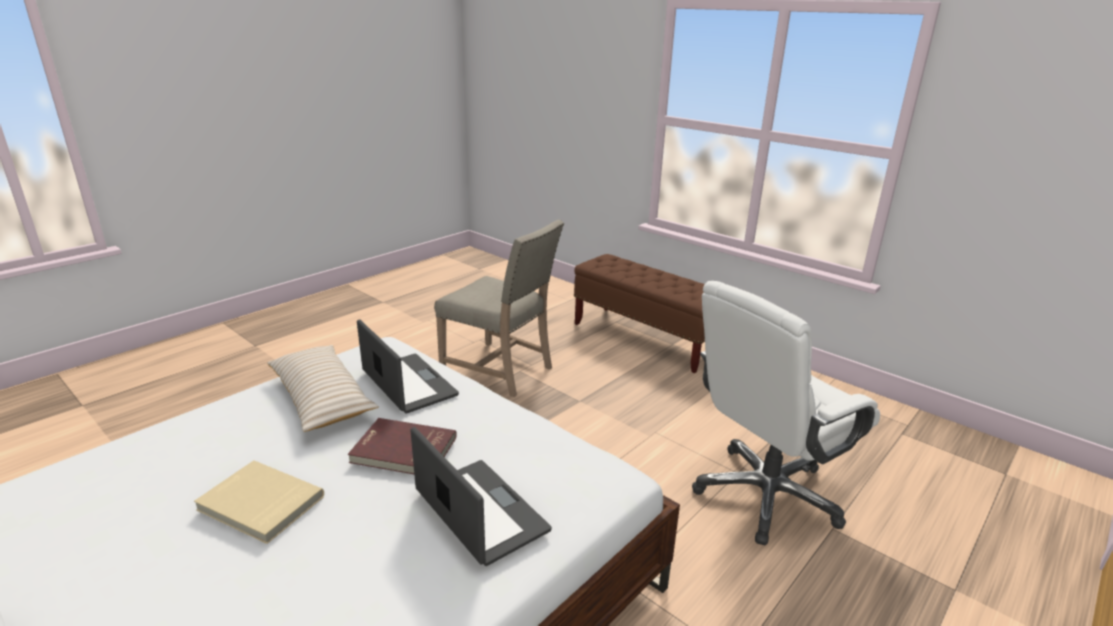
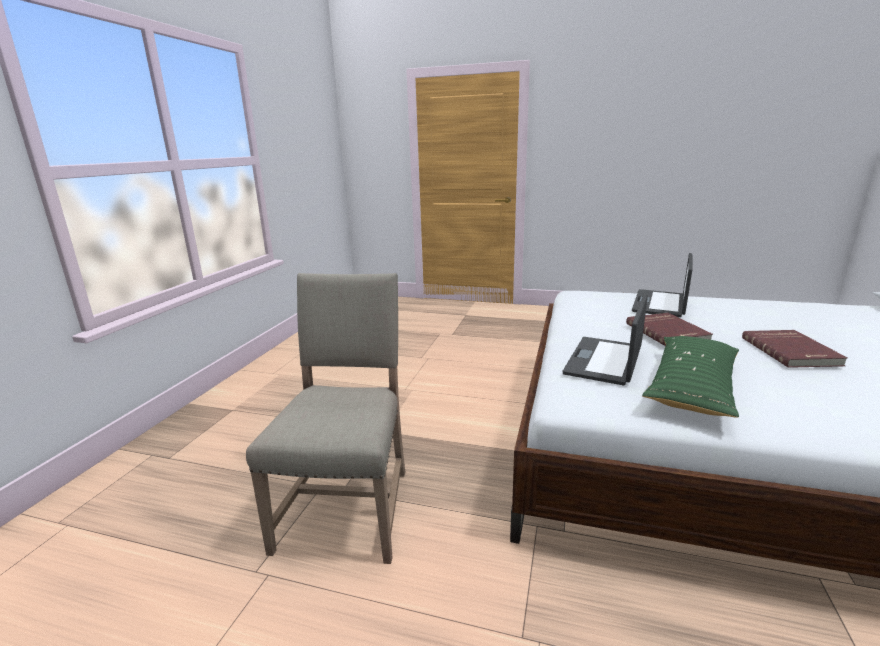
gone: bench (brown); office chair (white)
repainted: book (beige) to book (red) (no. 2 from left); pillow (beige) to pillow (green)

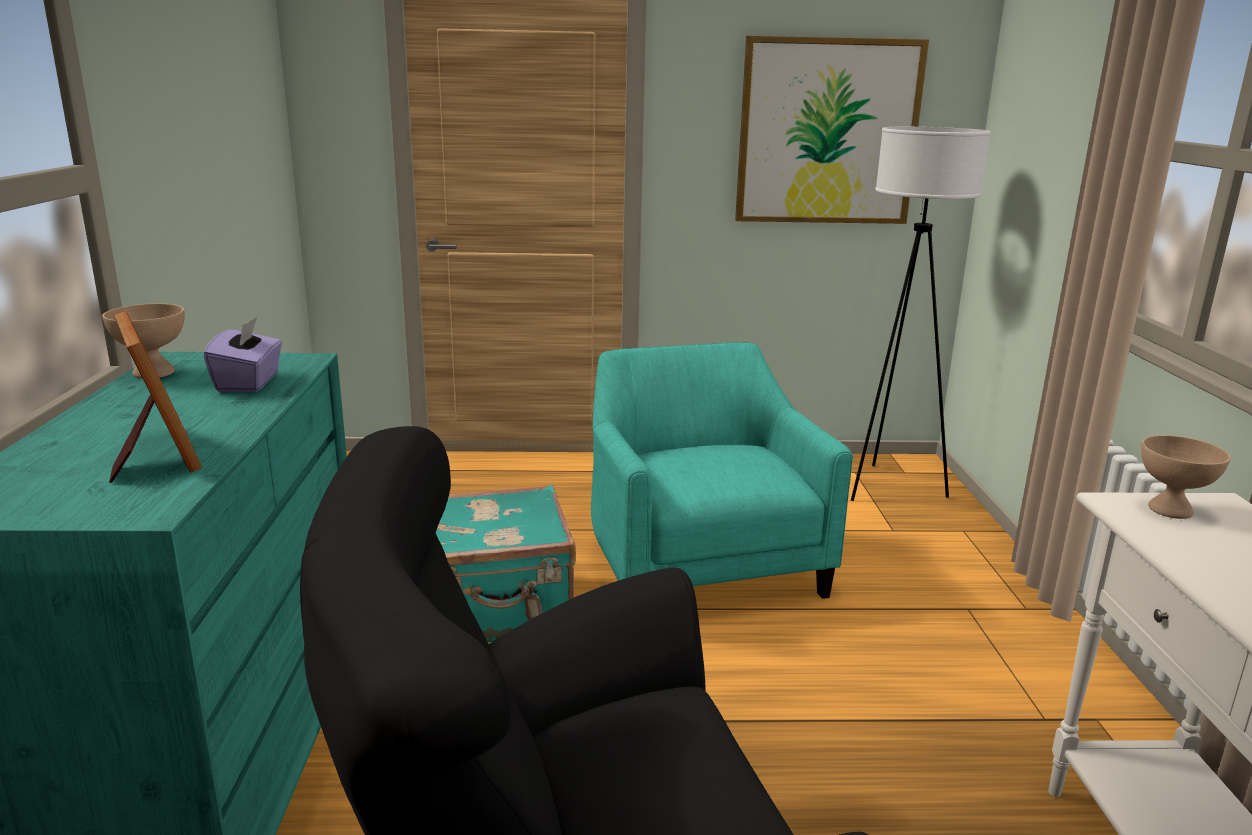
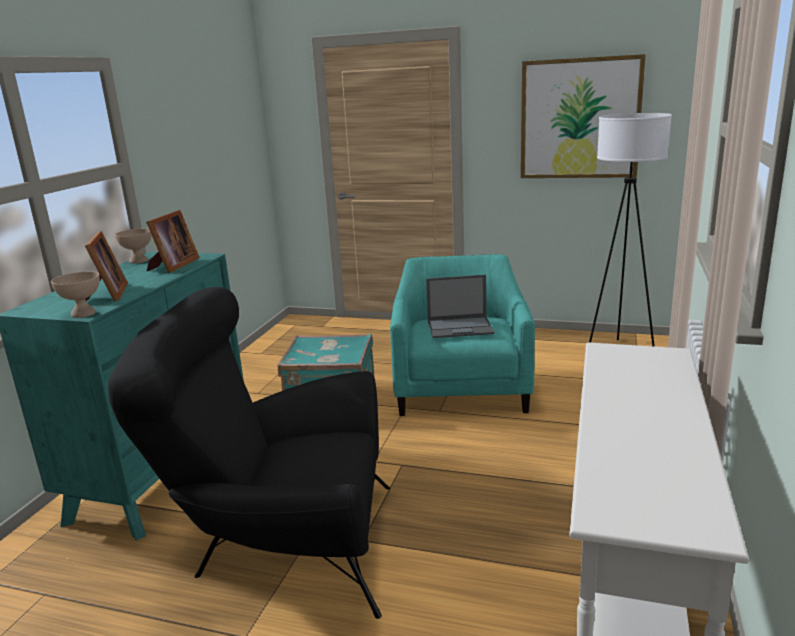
new: laptop
shifted: bowl (beige) (no. 2 from left in the first image) to bowl (beige) (no. 1 from left)
swapped: tissue box (purple) to picture frame (no. 2 from left)

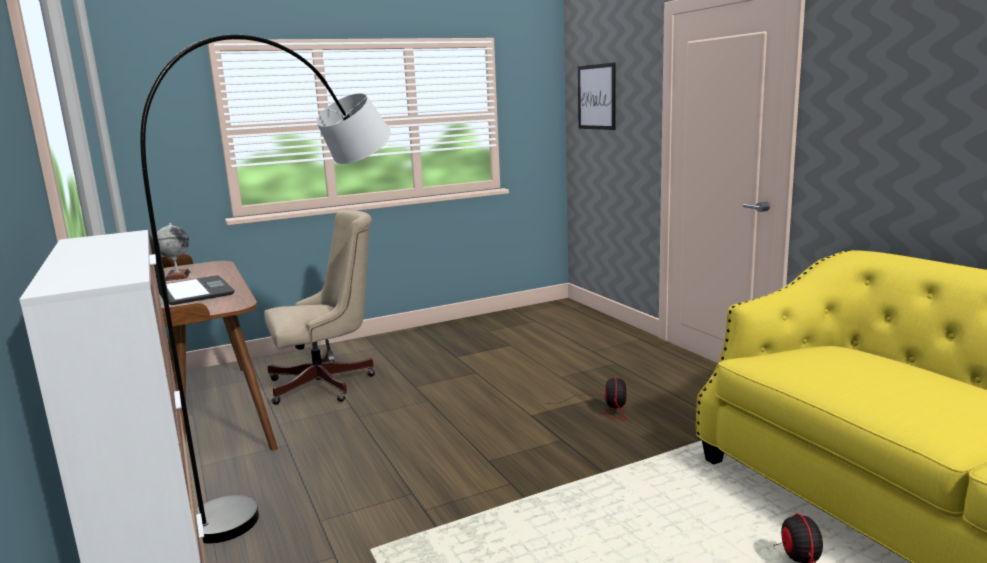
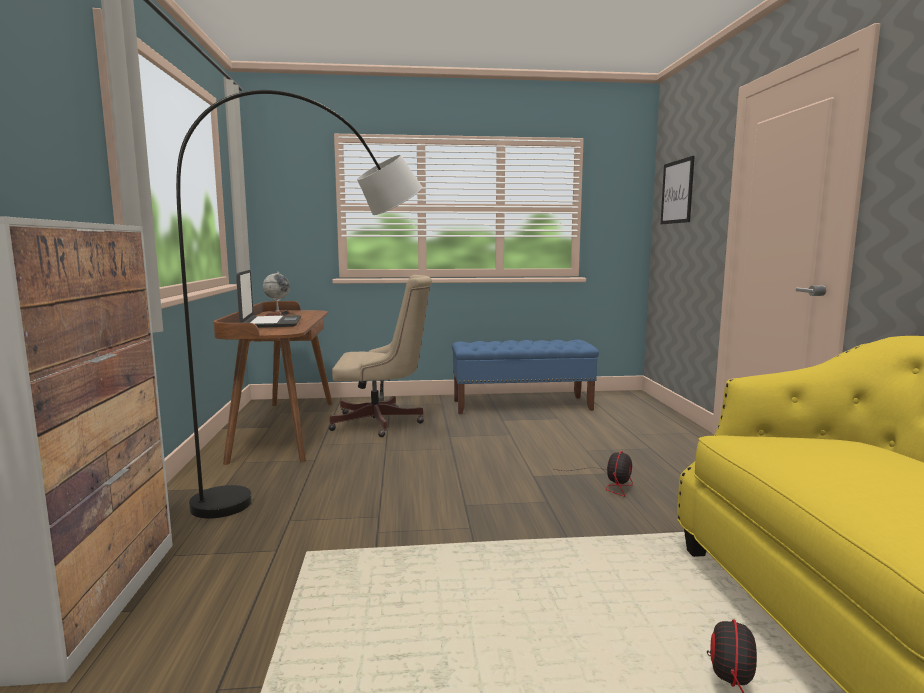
new: bench (blue)

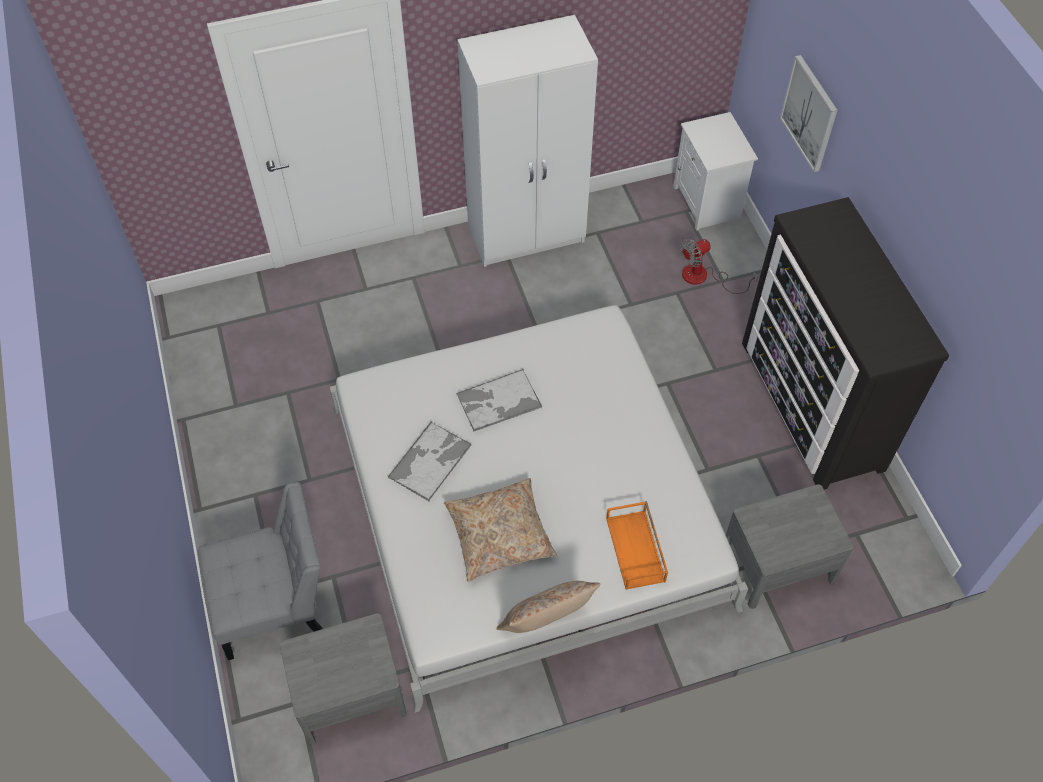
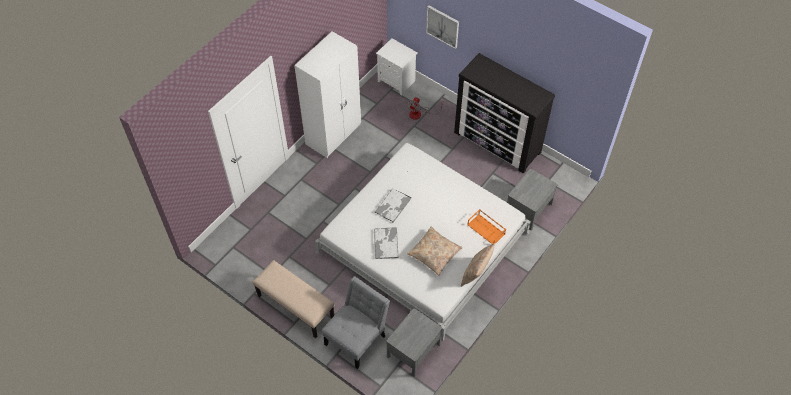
new: bench (beige)

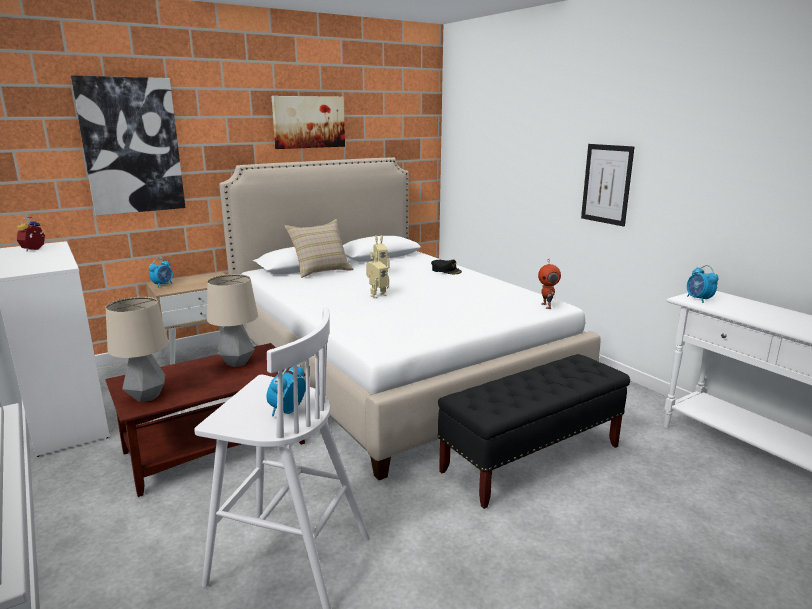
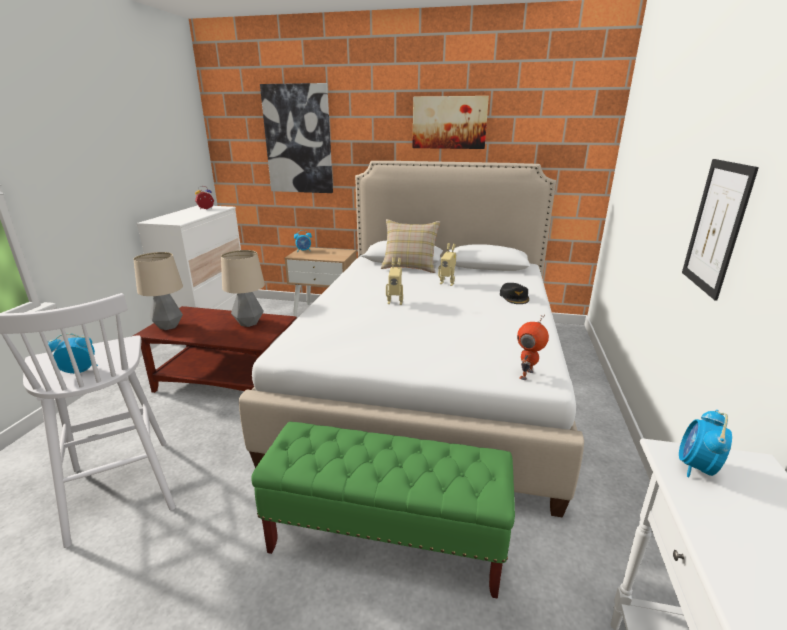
repainted: bench (black) to bench (green)

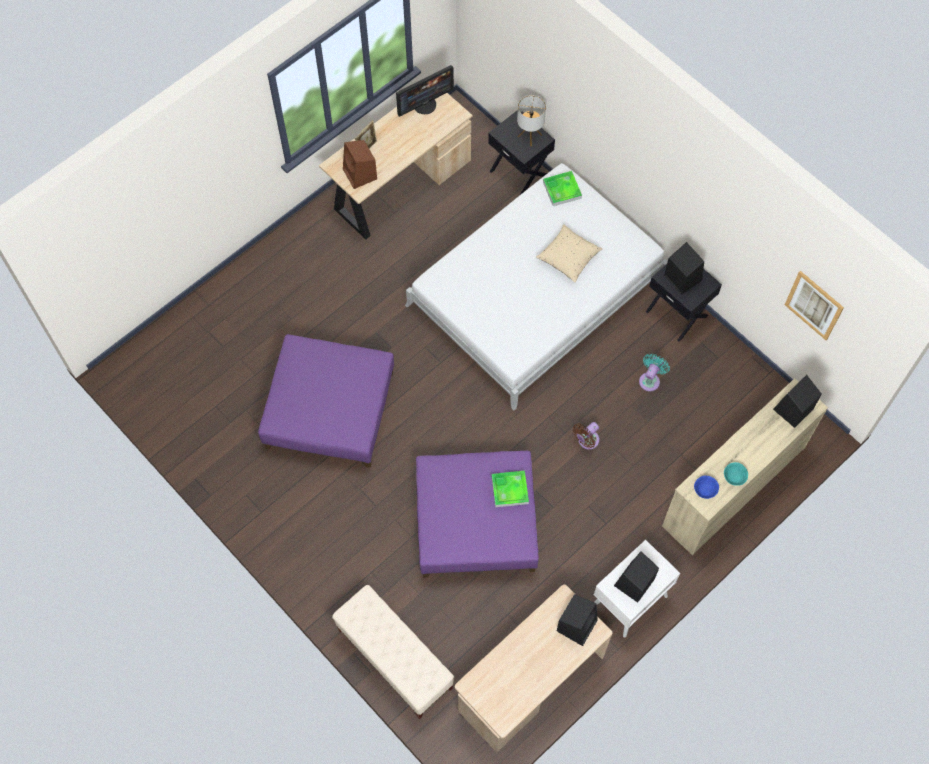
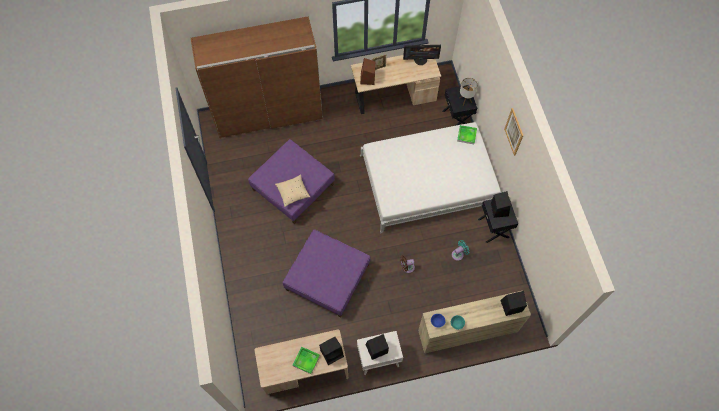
gone: bench (beige)
new: wardrobe (brown)
shifted: tray (no. 1 from left); pillow (beige); picture

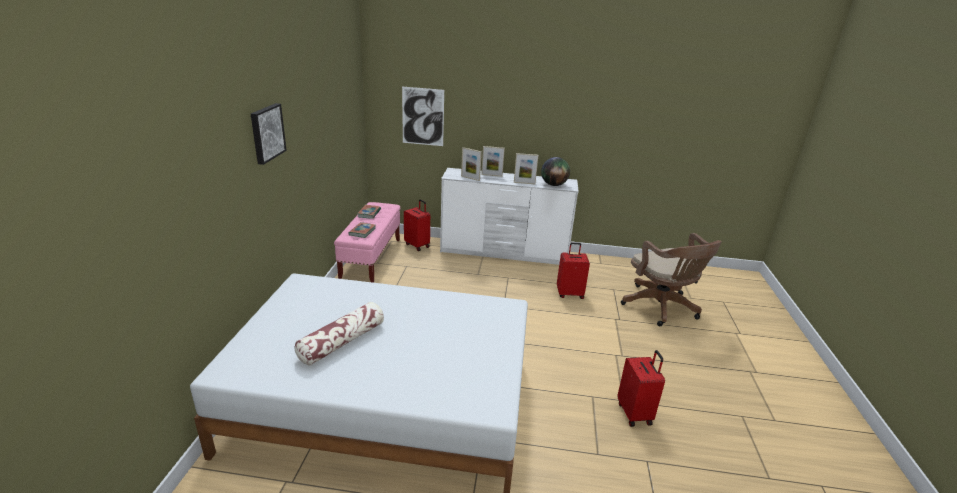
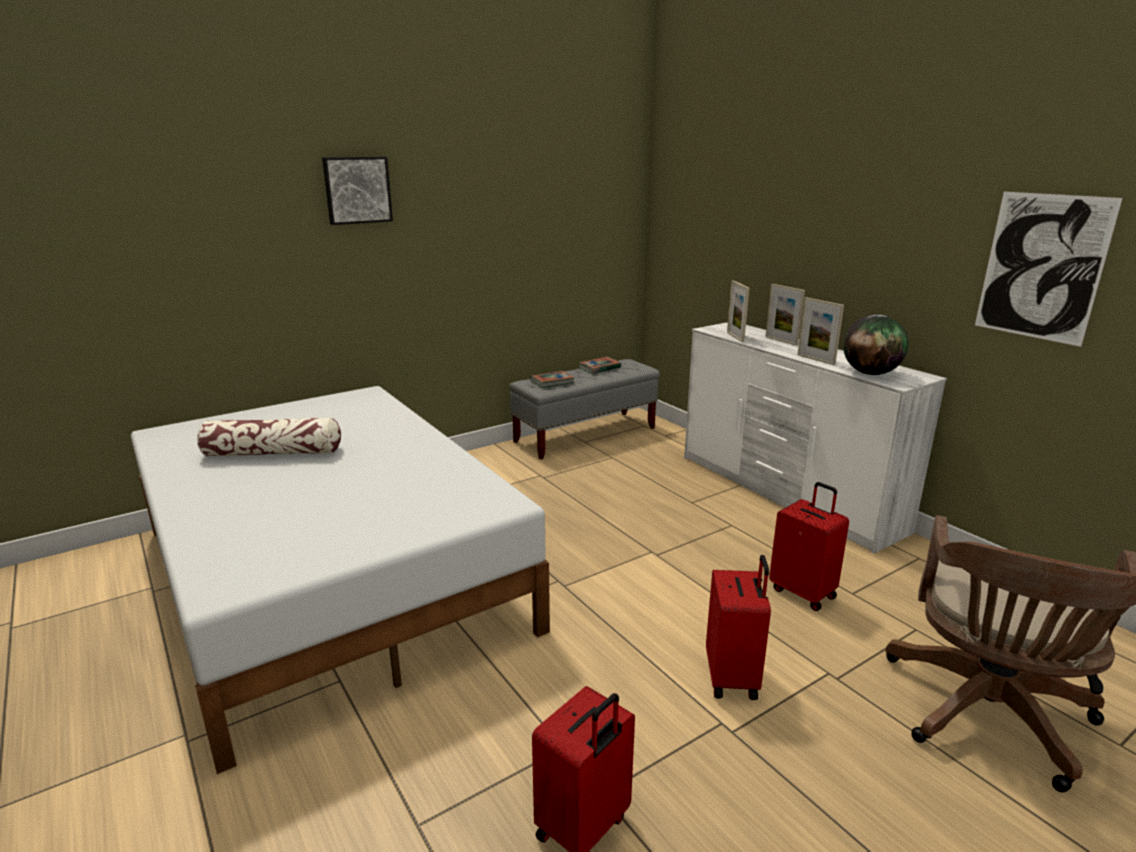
shifted: picture (no. 2 from left); suitcase (red) (no. 1 from left in the first image) to suitcase (red) (no. 2 from left)
repainted: bench (pink) to bench (grey)

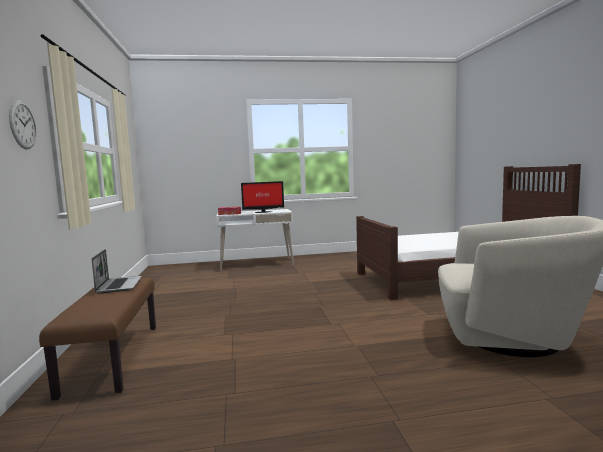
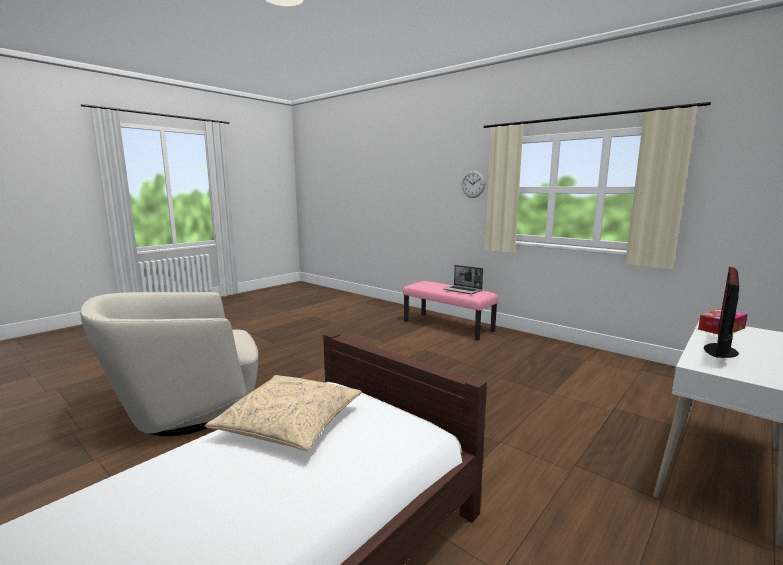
new: pillow (beige)
repainted: bench (brown) to bench (pink)

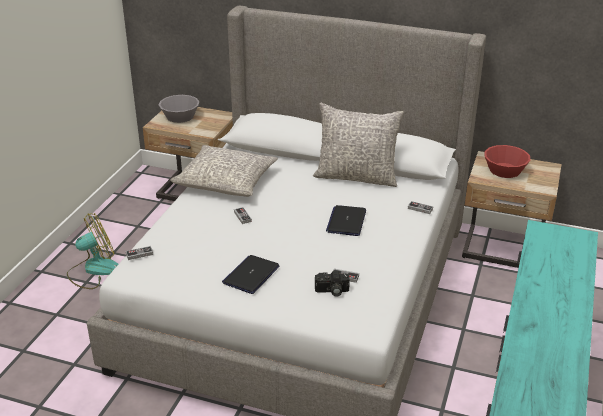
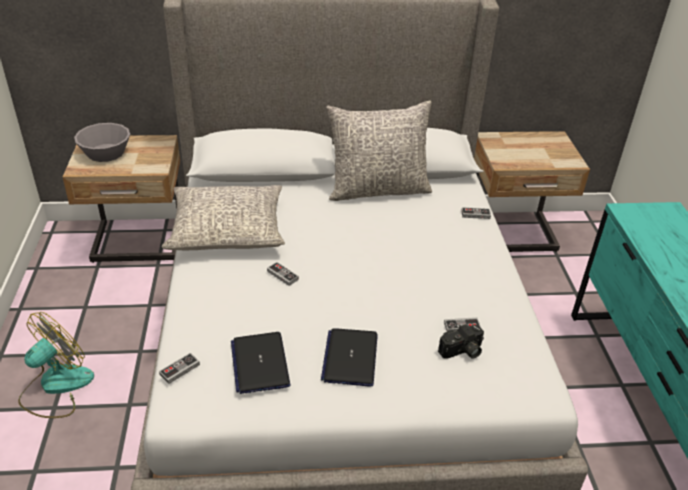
gone: bowl (red)
shifted: laptop (no. 2 from left in the first image) to laptop (no. 1 from left)

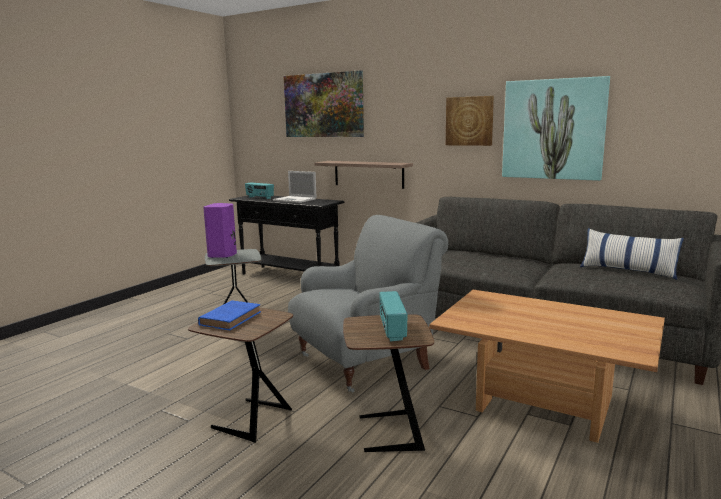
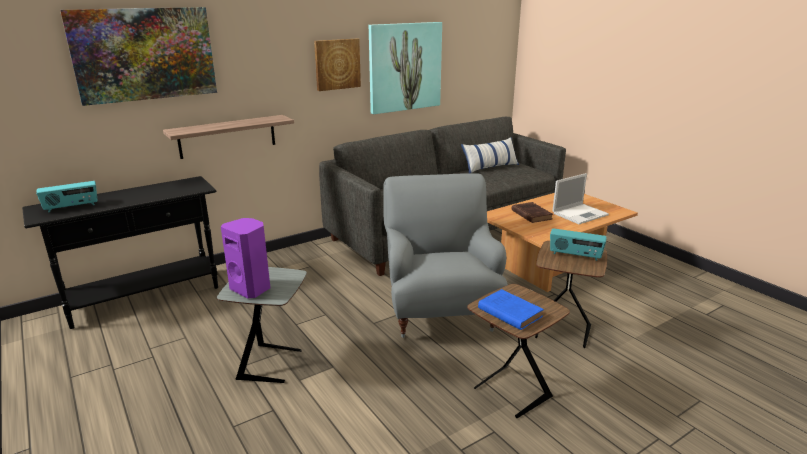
new: book (brown)
shifted: laptop

